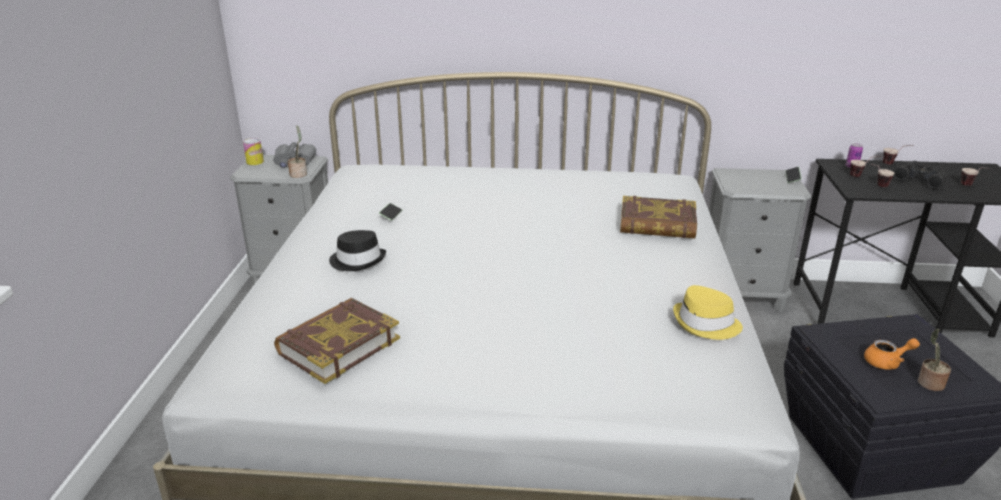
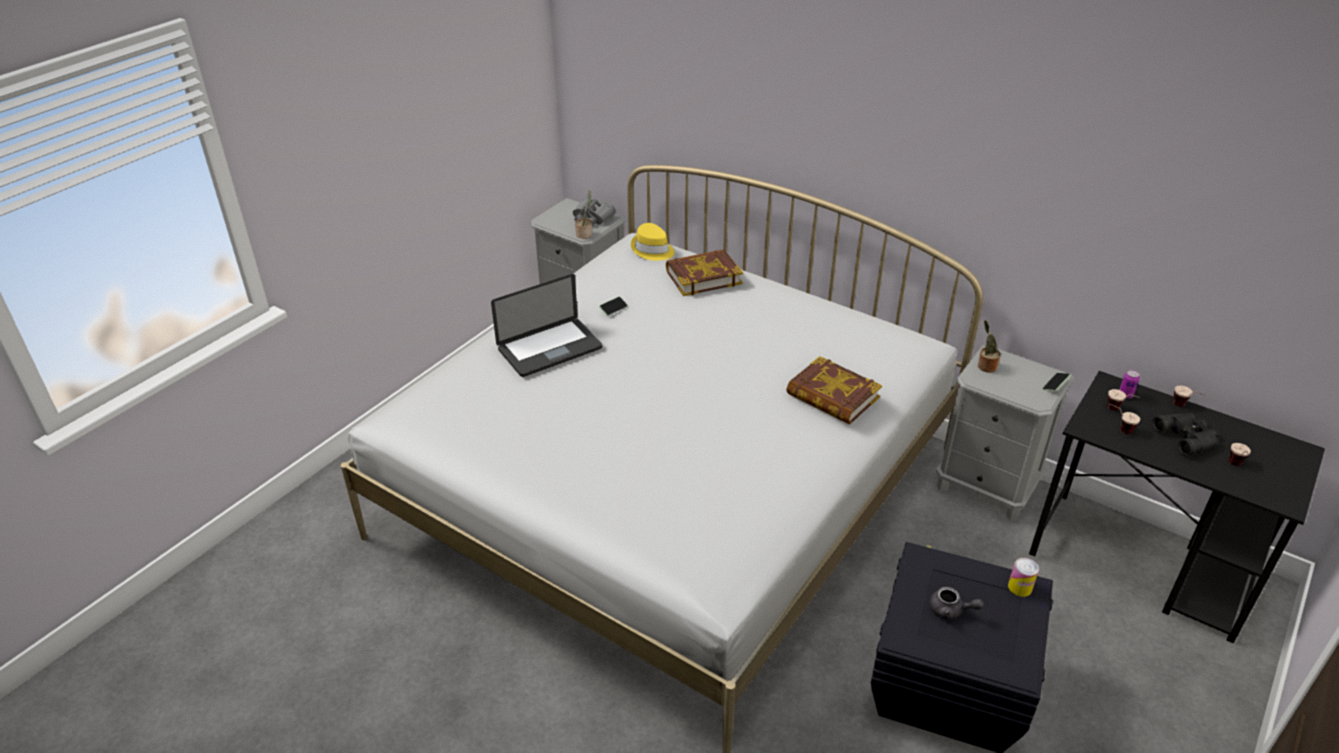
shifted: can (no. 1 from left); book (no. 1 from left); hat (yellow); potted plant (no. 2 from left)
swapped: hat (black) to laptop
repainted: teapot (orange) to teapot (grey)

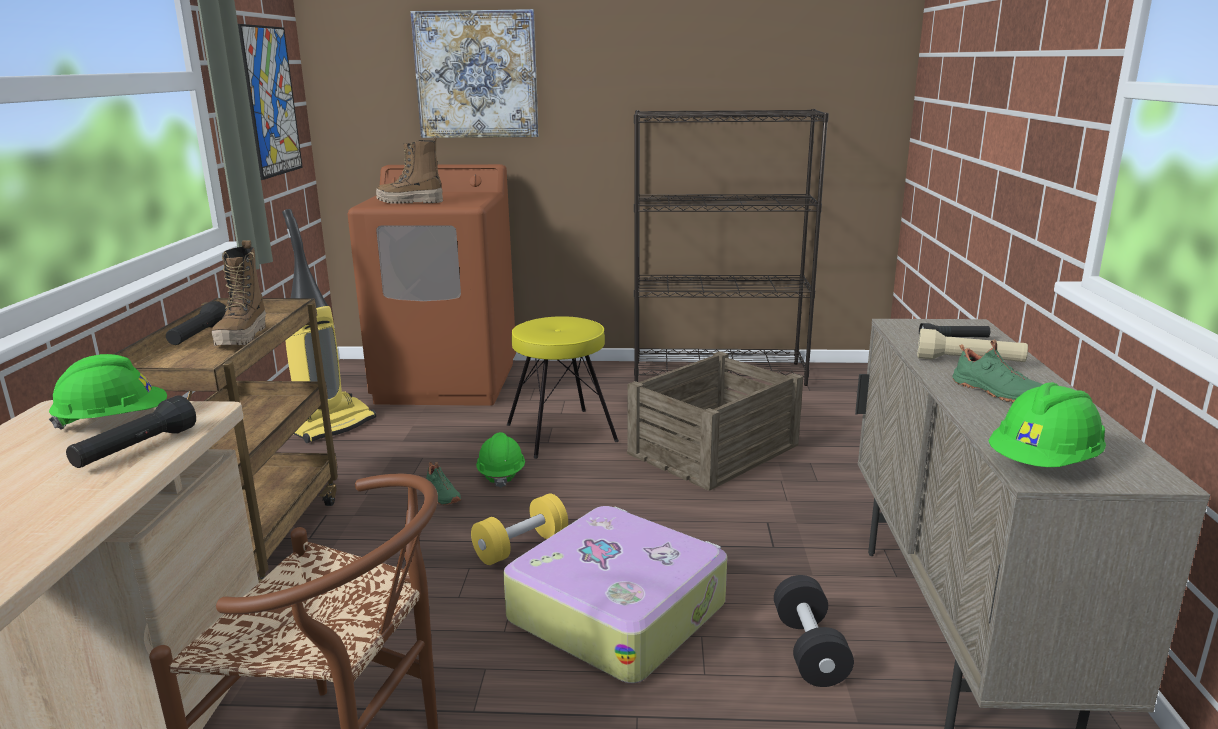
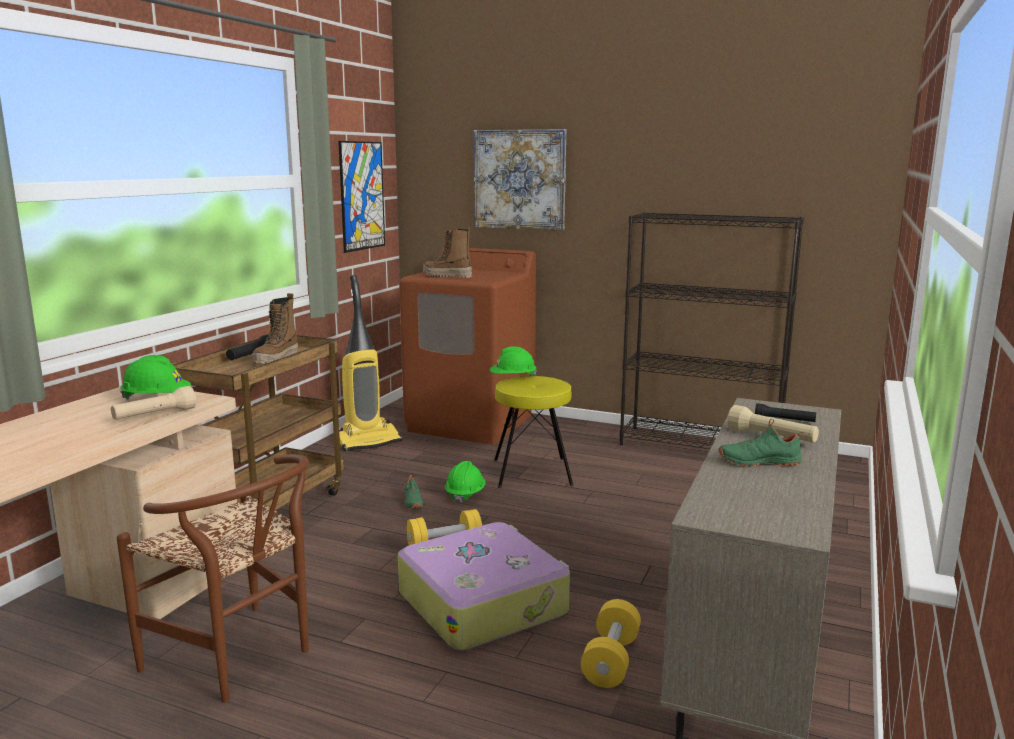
gone: crate
shifted: hard hat (green) (no. 3 from left)
repainted: flashlight (black) (no. 1 from left) to flashlight (beige) (no. 1 from left); dumbbell (black) to dumbbell (yellow) (no. 2 from left)
rotated: shoe (green) (no. 2 from left) 105 degrees clockwise

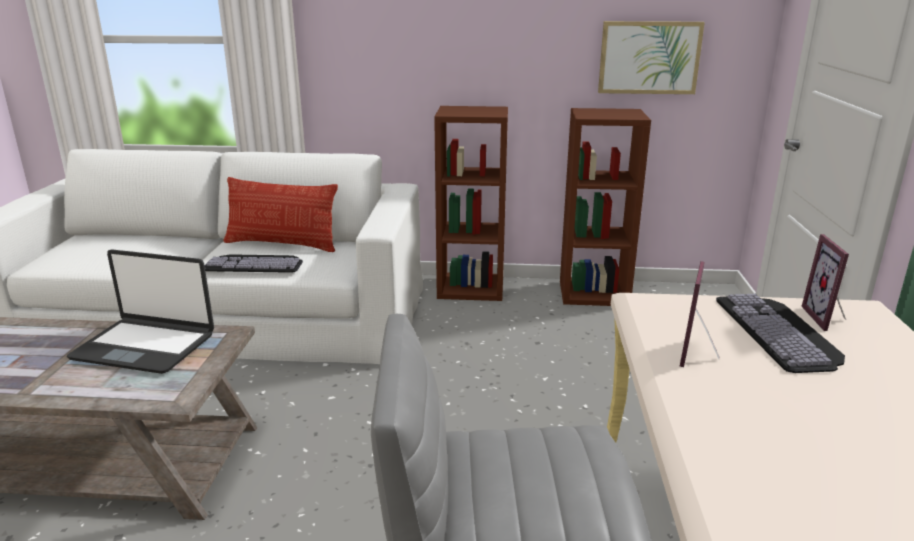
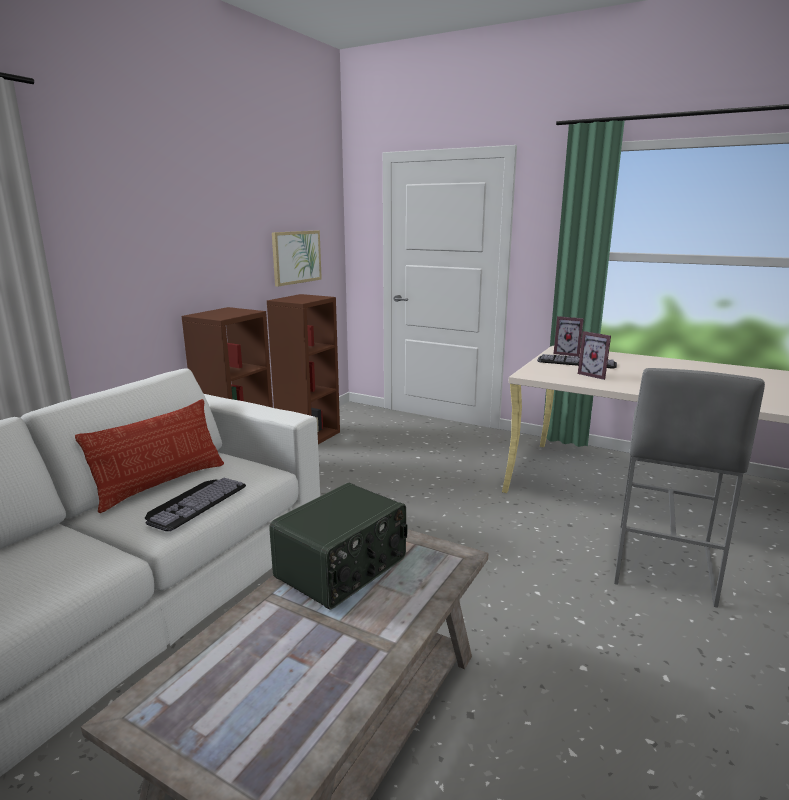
swapped: laptop to radio

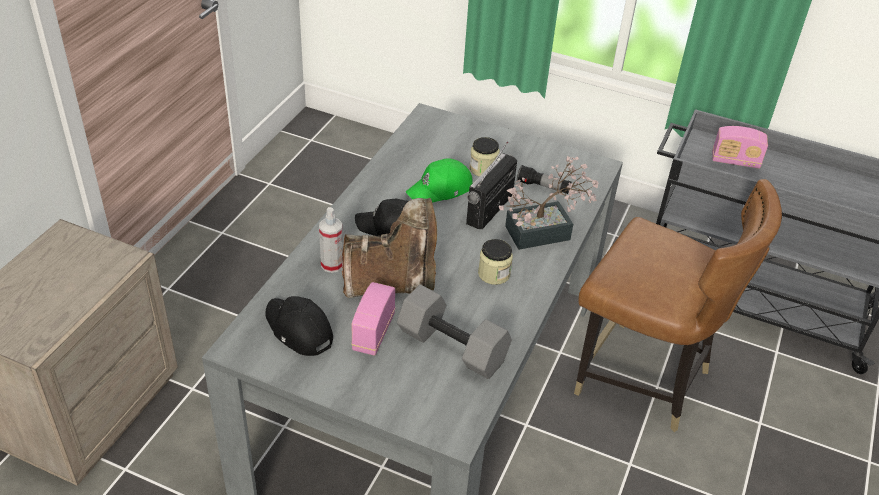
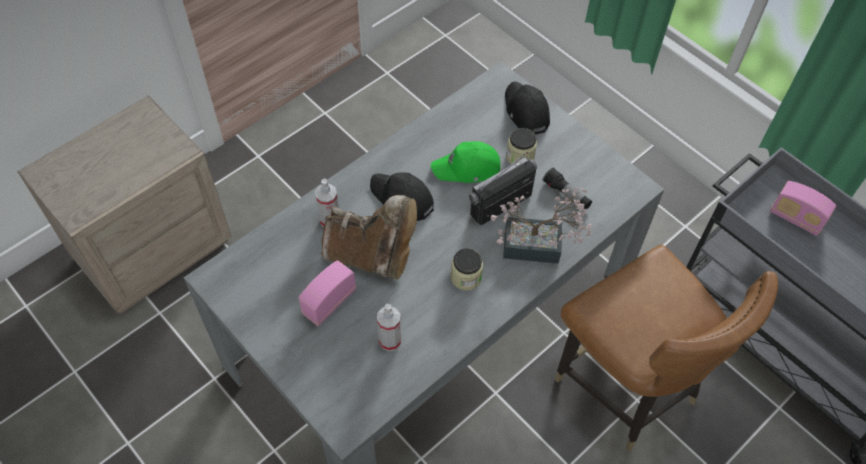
shifted: cap (black) (no. 1 from left in the first image) to cap (black) (no. 2 from left)
swapped: dumbbell (grey) to spray bottle (no. 2 from left)

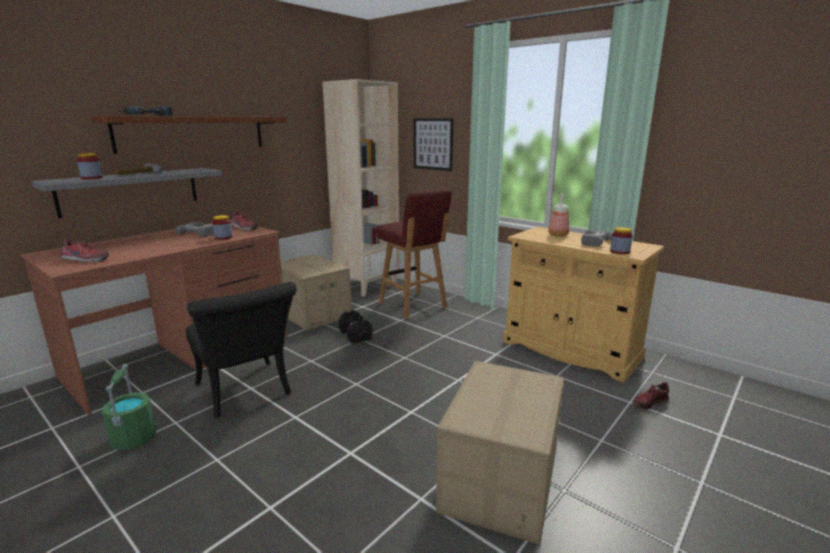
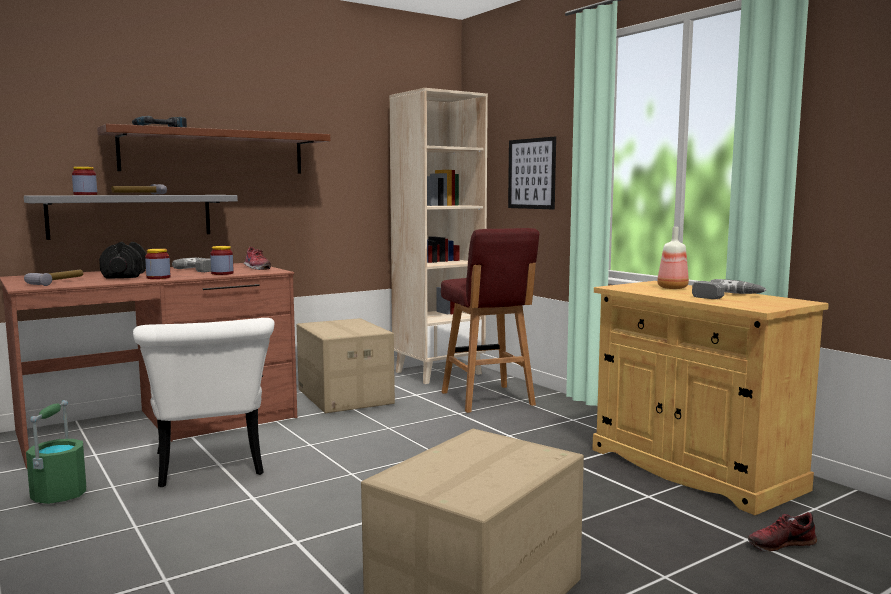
shifted: dumbbell (black); jar (no. 3 from left in the first image) to jar (no. 2 from left)
swapped: shoe (no. 1 from left) to hammer (no. 1 from left)
repainted: chair (black) to chair (white)

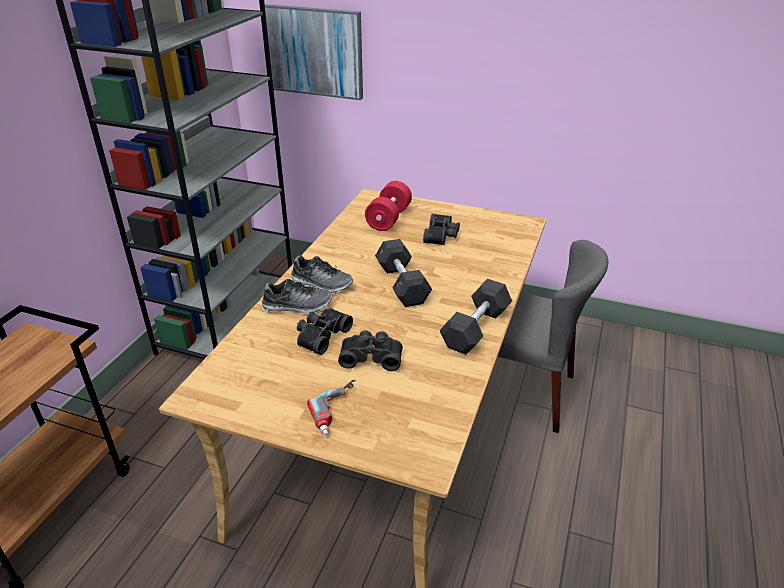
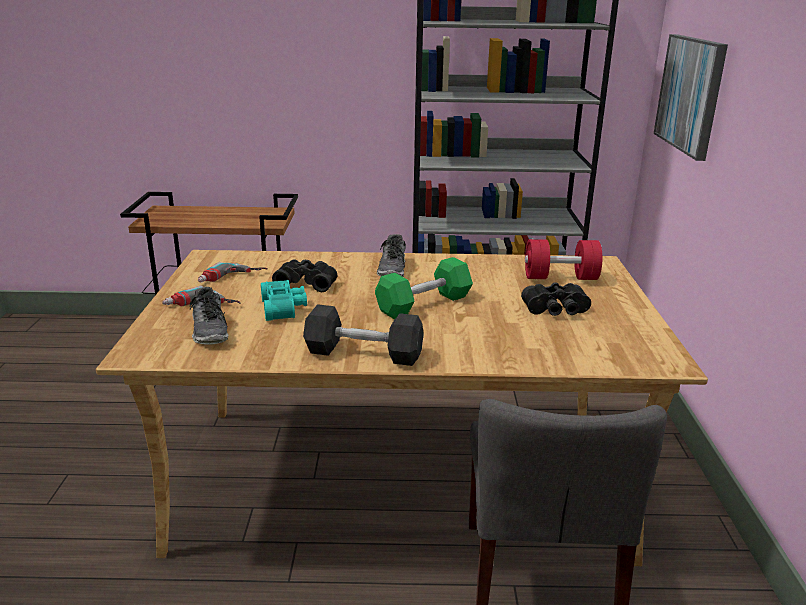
new: power drill (no. 2 from left)
shifted: shoe (no. 1 from left)
repainted: binoculars (black) (no. 2 from left) to binoculars (turquoise); dumbbell (grey) (no. 1 from left) to dumbbell (green)

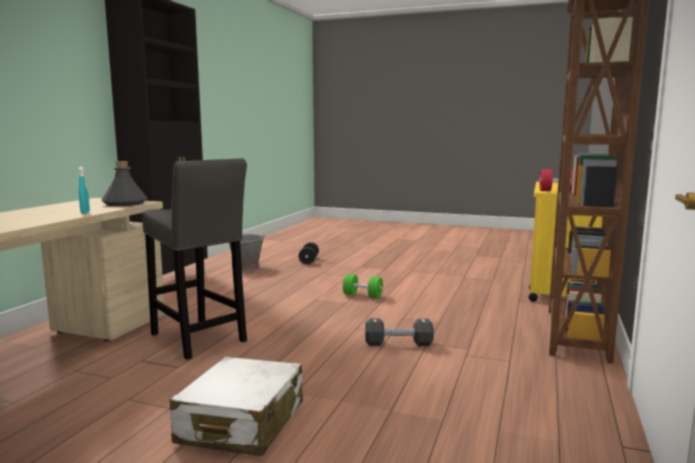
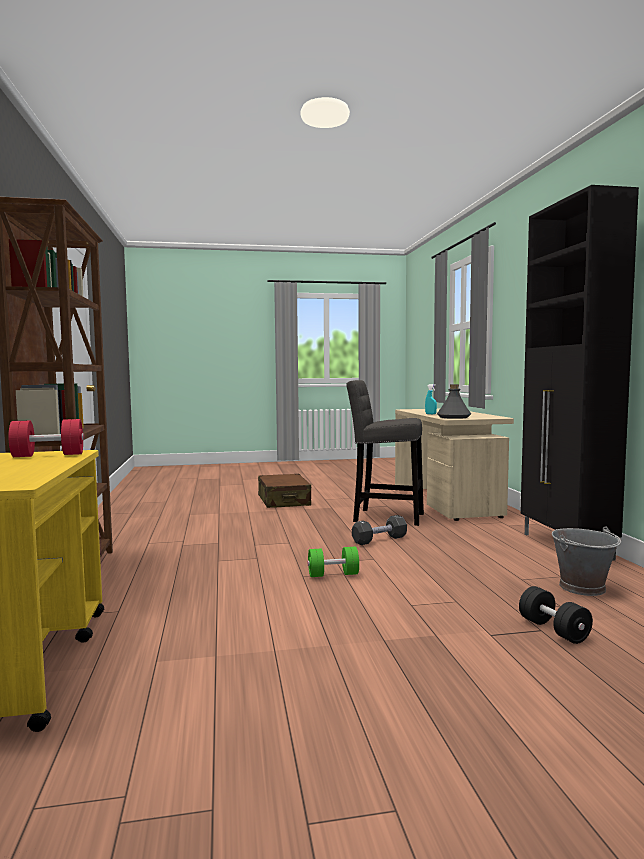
shifted: dumbbell (black) (no. 2 from left in the first image) to dumbbell (black) (no. 1 from left)
repainted: suitcase (white) to suitcase (brown)

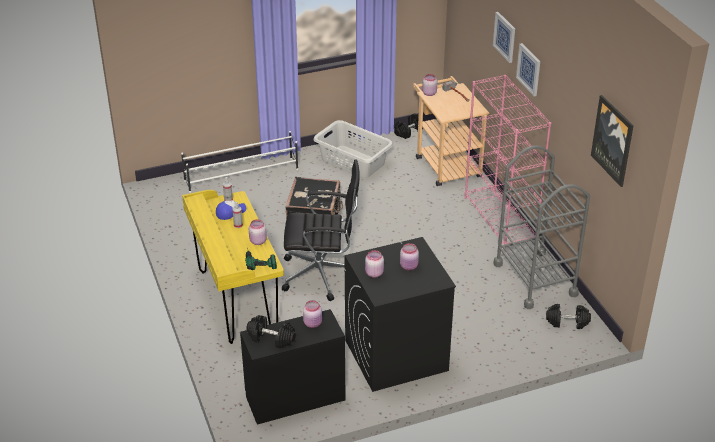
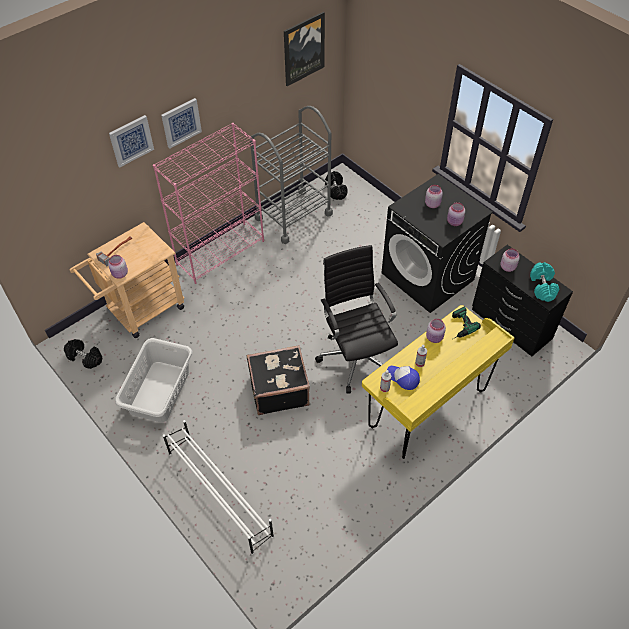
repainted: dumbbell (black) (no. 1 from left) to dumbbell (turquoise)

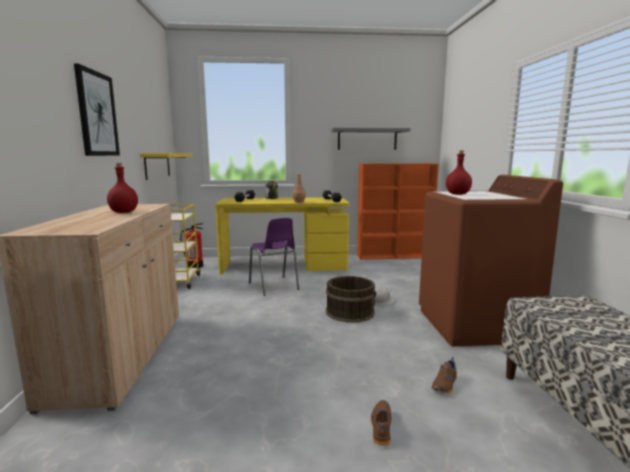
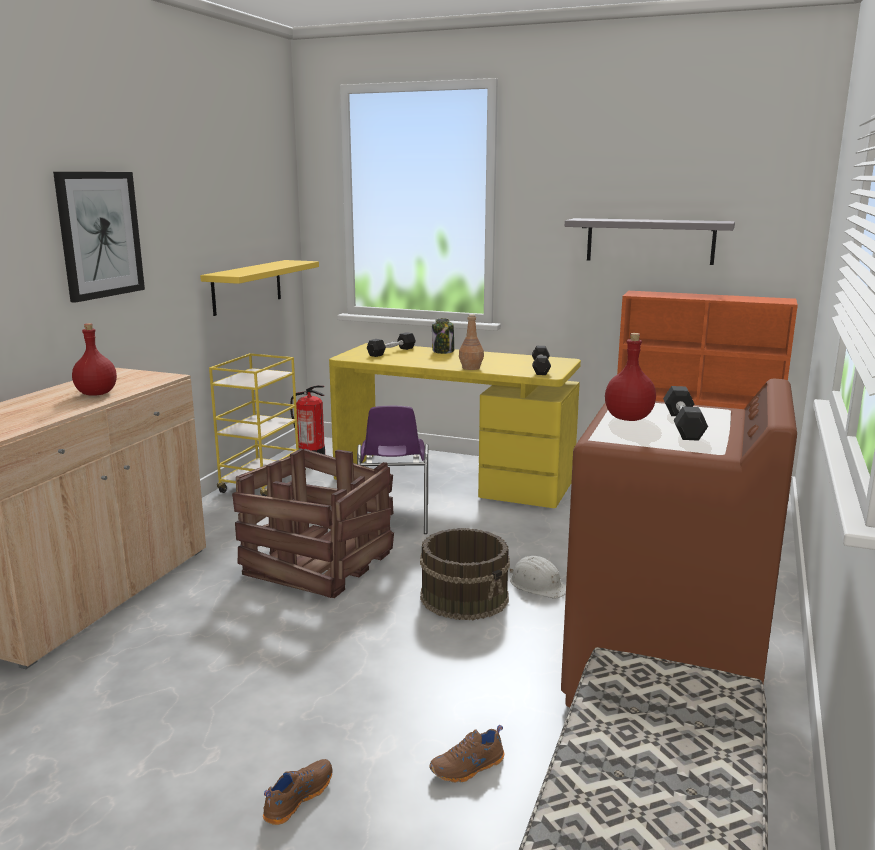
new: crate; dumbbell (black) (no. 3 from left)

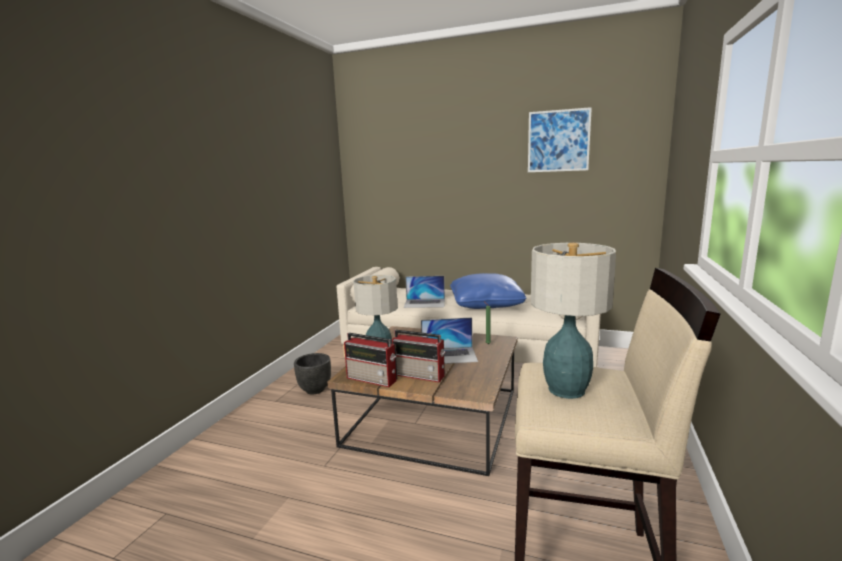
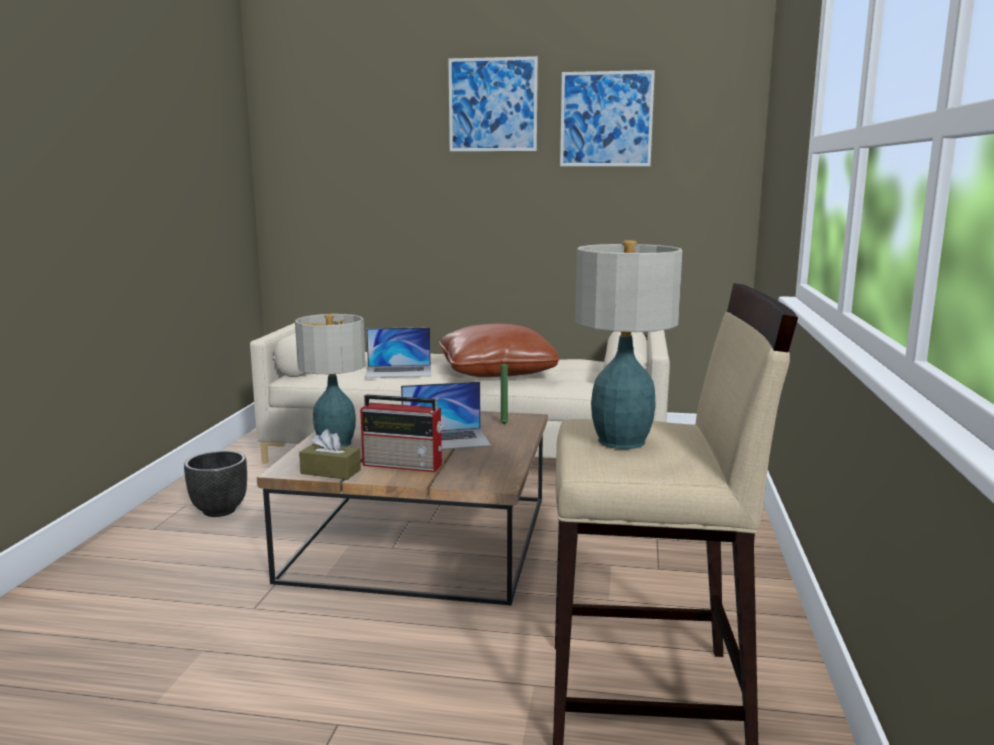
new: picture (no. 1 from left)
swapped: radio (no. 1 from left) to tissue box (brown)
repainted: pillow (blue) to pillow (brown)

